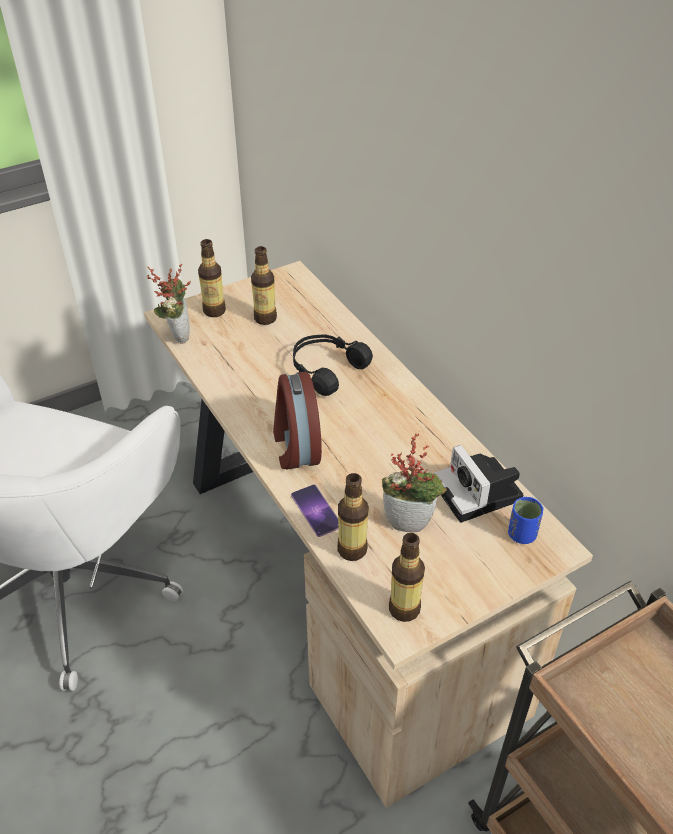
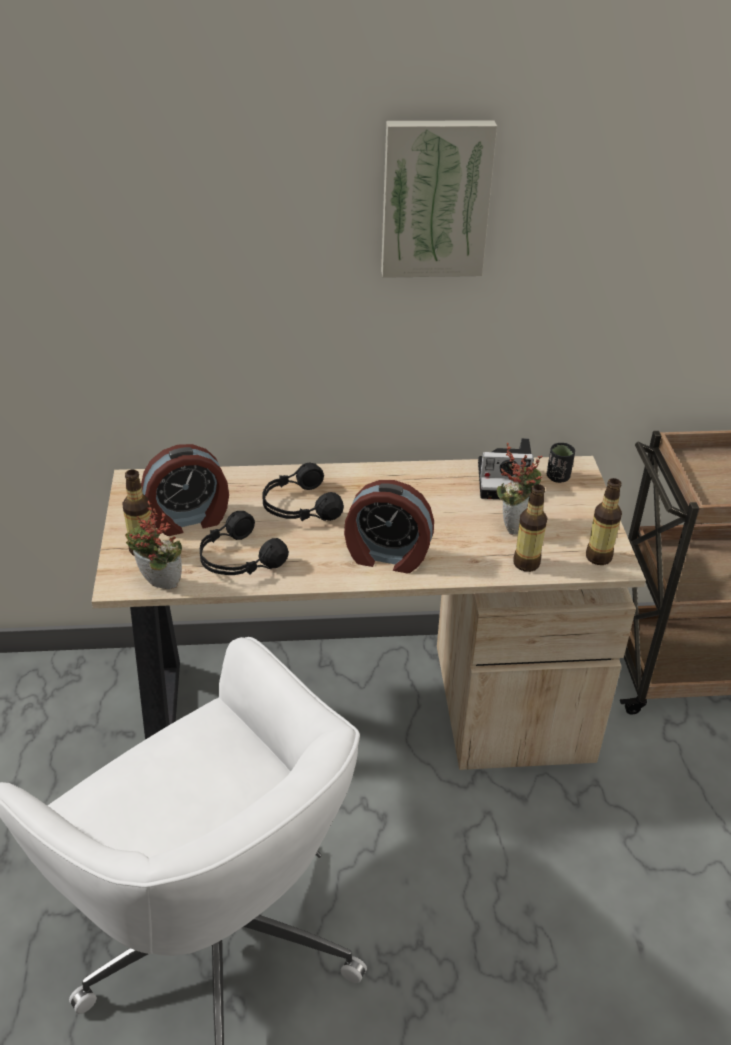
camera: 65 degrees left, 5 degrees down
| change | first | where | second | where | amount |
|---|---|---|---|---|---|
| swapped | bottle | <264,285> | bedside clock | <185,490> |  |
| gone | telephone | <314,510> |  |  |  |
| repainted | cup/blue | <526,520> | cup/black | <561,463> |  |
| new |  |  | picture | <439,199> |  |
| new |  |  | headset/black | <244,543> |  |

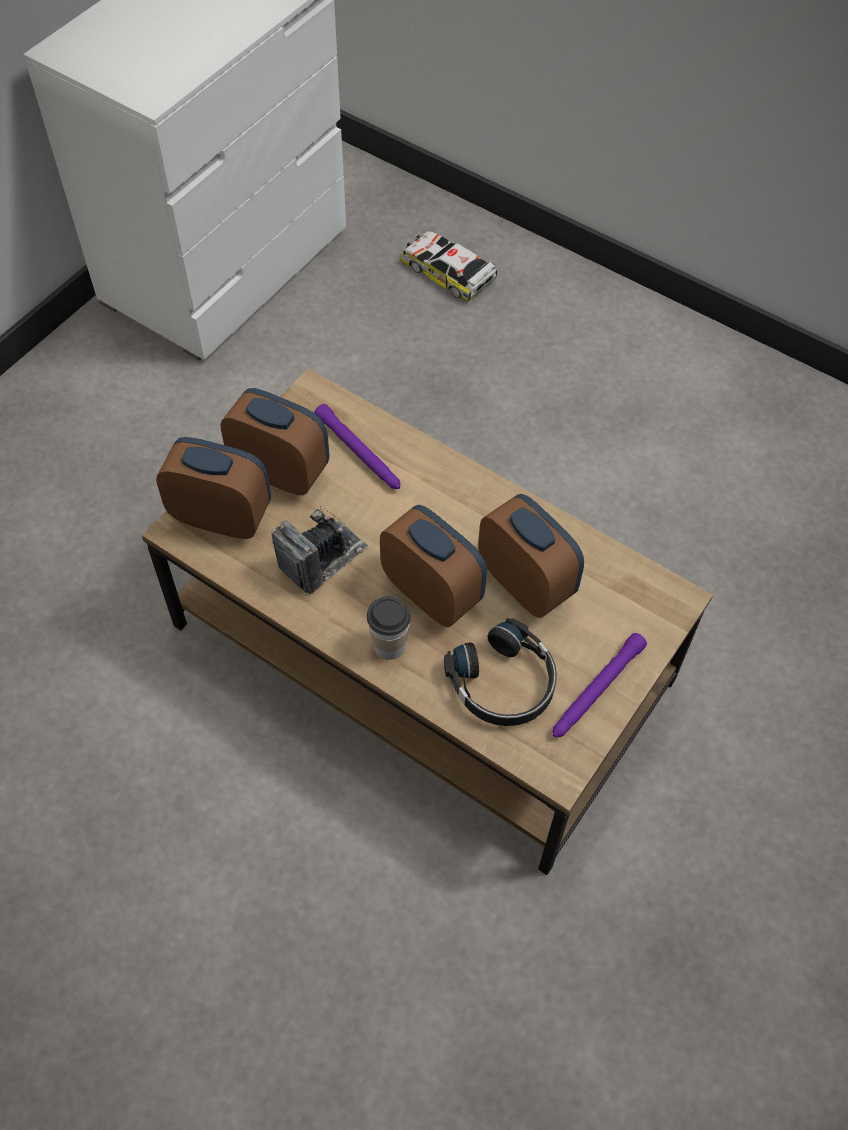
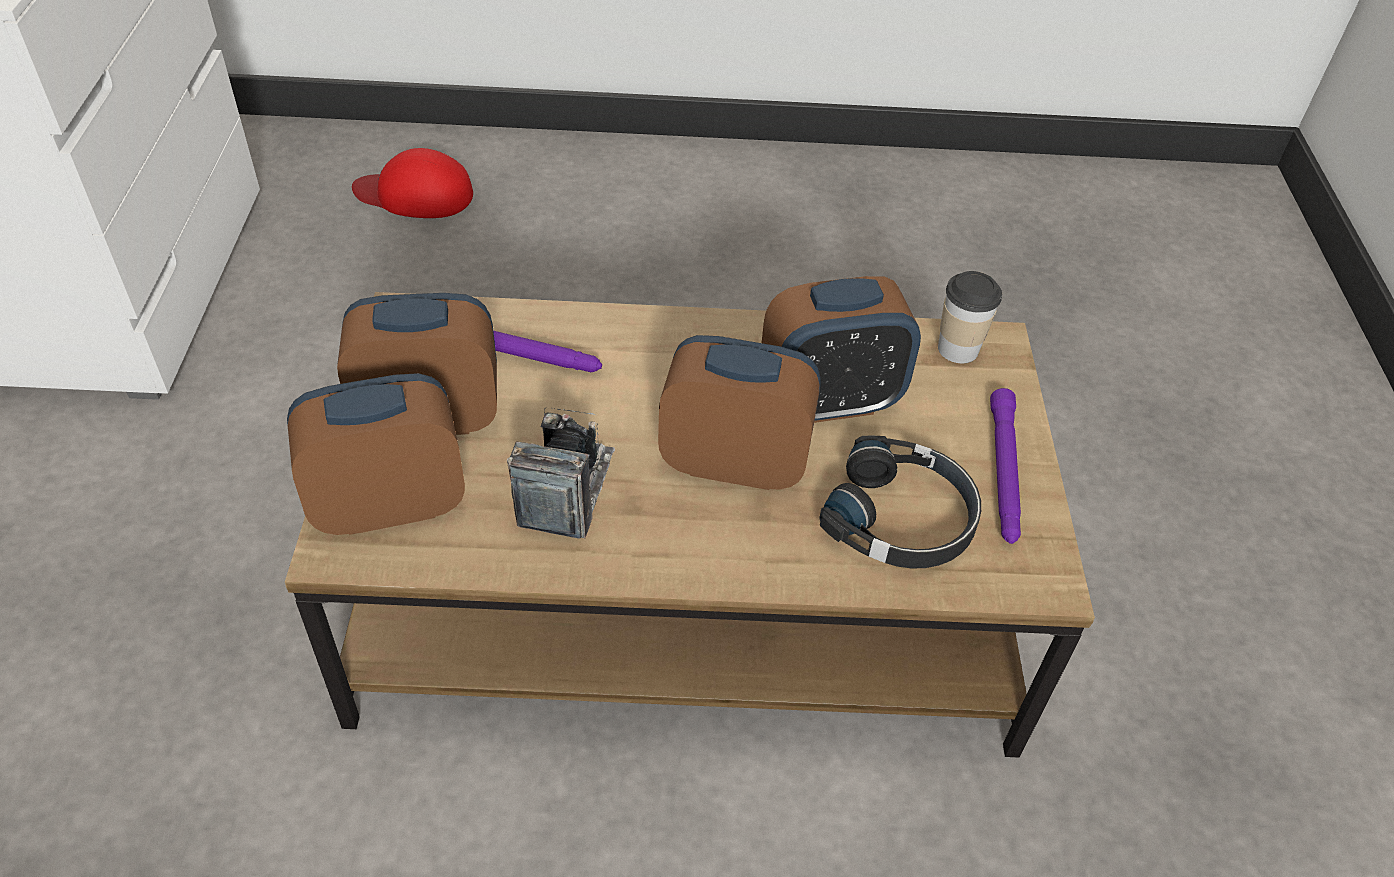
camera: 35 degrees left, 10 degrees down
| change | first | where | second | where | amount |
|---|---|---|---|---|---|
| swapped | toy car | <449,266> | peaked cap/red | <412,183> |  |
| rotated | bedside clock | <531,556> |  | <841,349> | 150 degrees clockwise |
| shifted | cup | <389,628> |  | <970,317> |  |

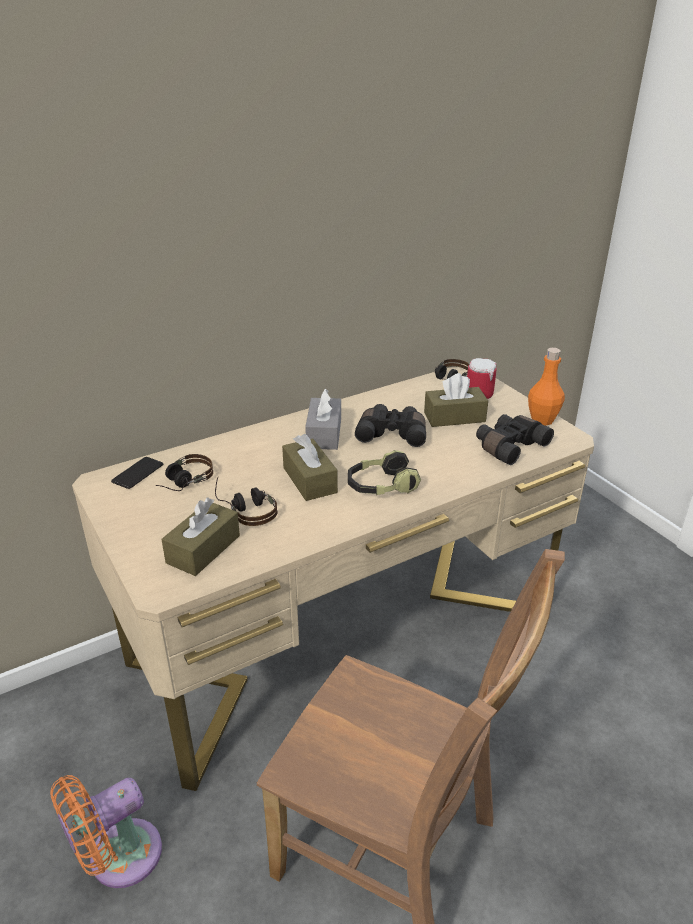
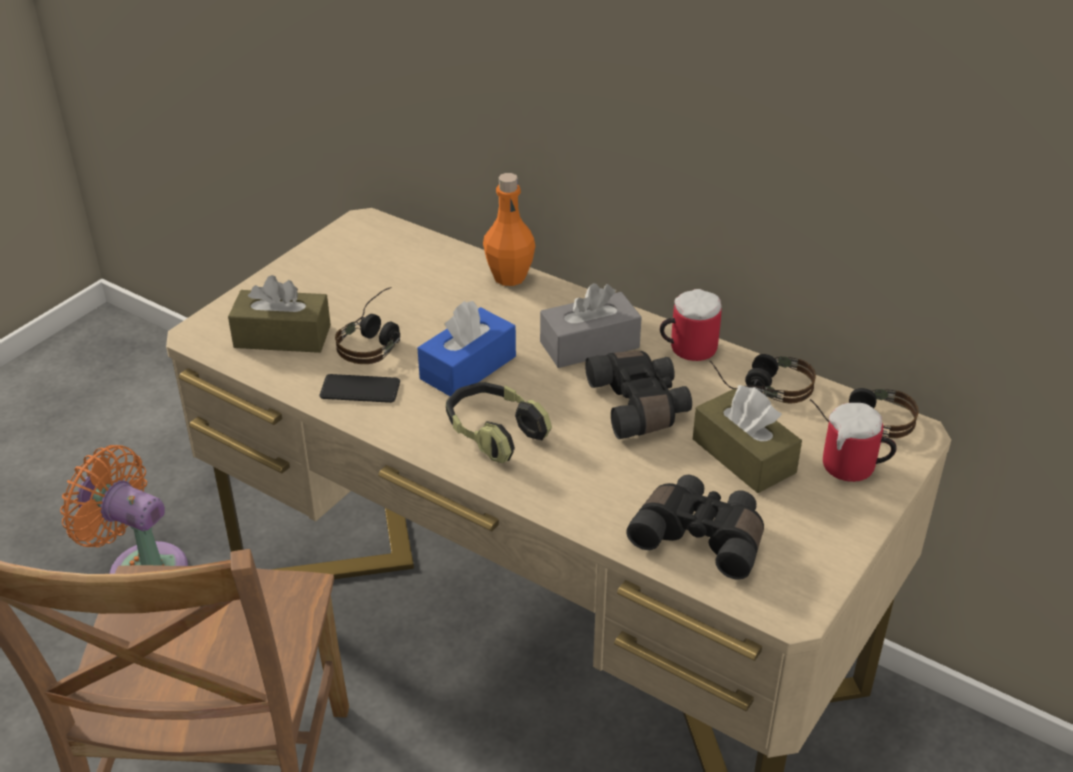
camera: 65 degrees right, 5 degrees up
| change | first | where | second | where | amount |
|---|---|---|---|---|---|
| shifted | bottle/orange-coloured | <546,387> |  | <509,229> |  |
| repainted | tissue holder/brown-coloured | <310,467> | tissue holder/blue | <466,348> |  |
| shifted | headset | <184,472> |  | <762,379> |  |
| shifted | telephone | <137,473> |  | <360,388> |  |
| new |  |  | mug | <691,325> |  |

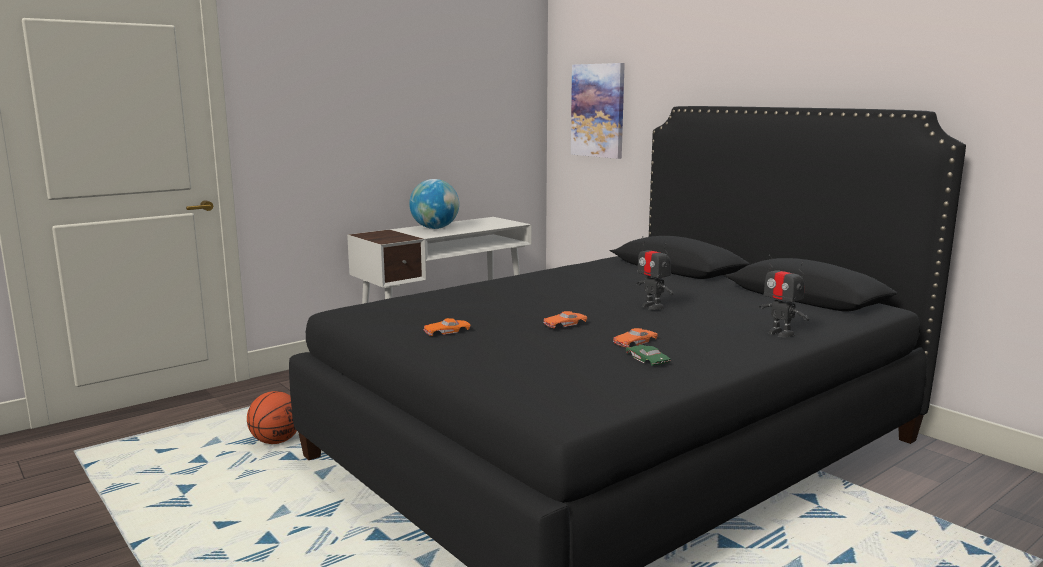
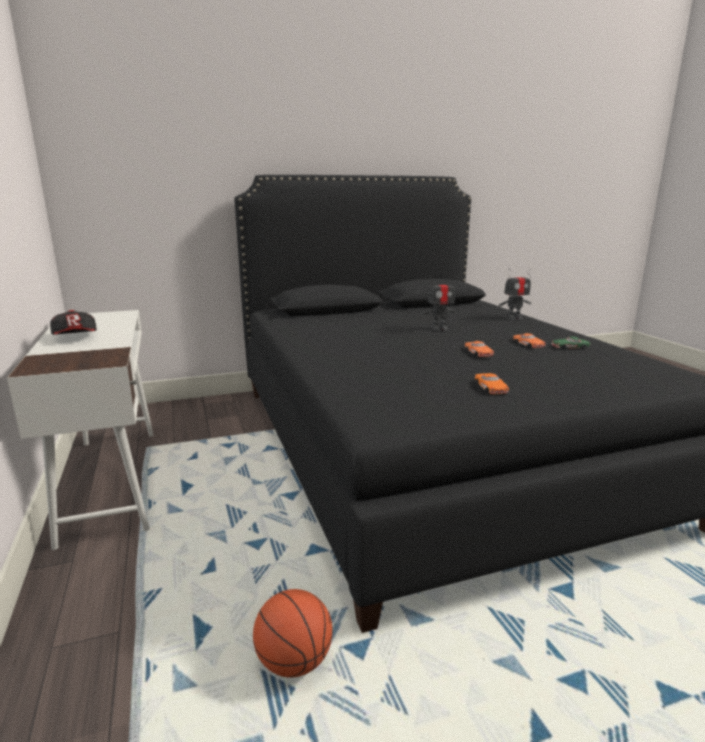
camera: 70 degrees left, 5 degrees up
| change | first | where | second | where | amount |
|---|---|---|---|---|---|
| gone | picture | <598,111> |  |  |  |
| swapped | globe | <434,204> | peaked cap | <73,322> |  |

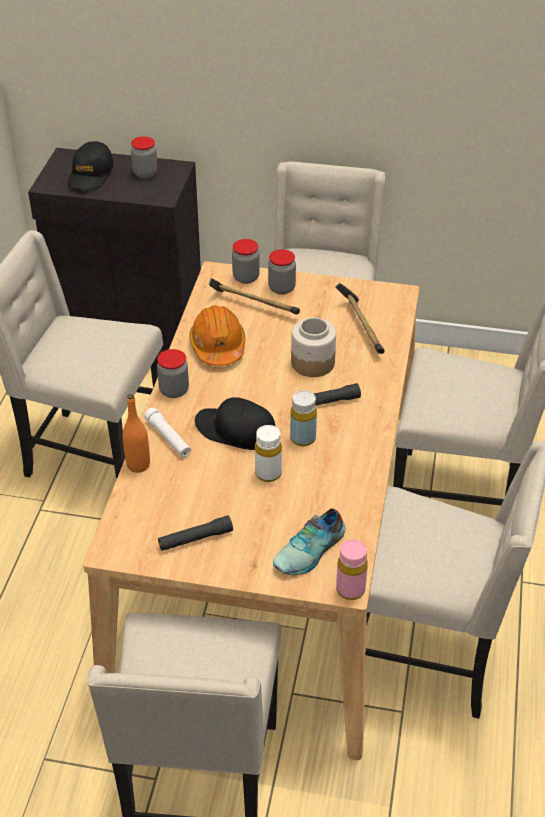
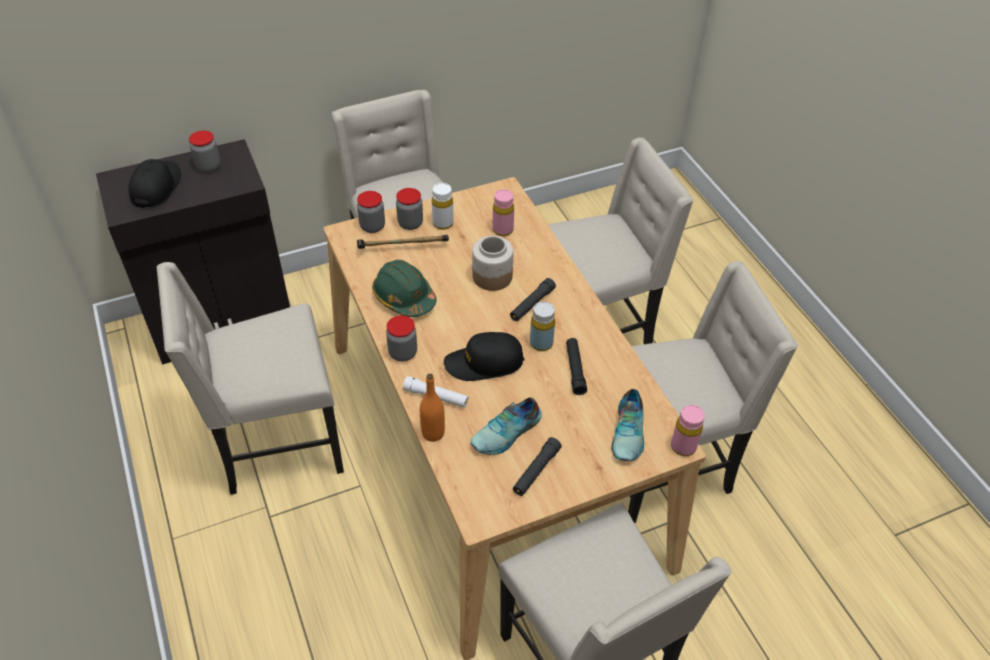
camera: 35 degrees left, 5 degrees up
| change | first | where | second | where | amount |
|---|---|---|---|---|---|
| rotated | peaked cap/black | <91,165> |  | <154,183> | 150 degrees counterclockwise |
| swapped | tool hammer | <360,318> | bottle/pink-coloured | <503,212> |  |
| repainted | work helmet/orange-coloured | <218,335> | work helmet/greenish | <404,288> |  |
| shifted | bottle/whitish | <268,453> |  | <443,206> |  |
| new |  |  | hand torch/black | <576,366> |  |
| new |  |  | item of footwear | <506,426> |  |

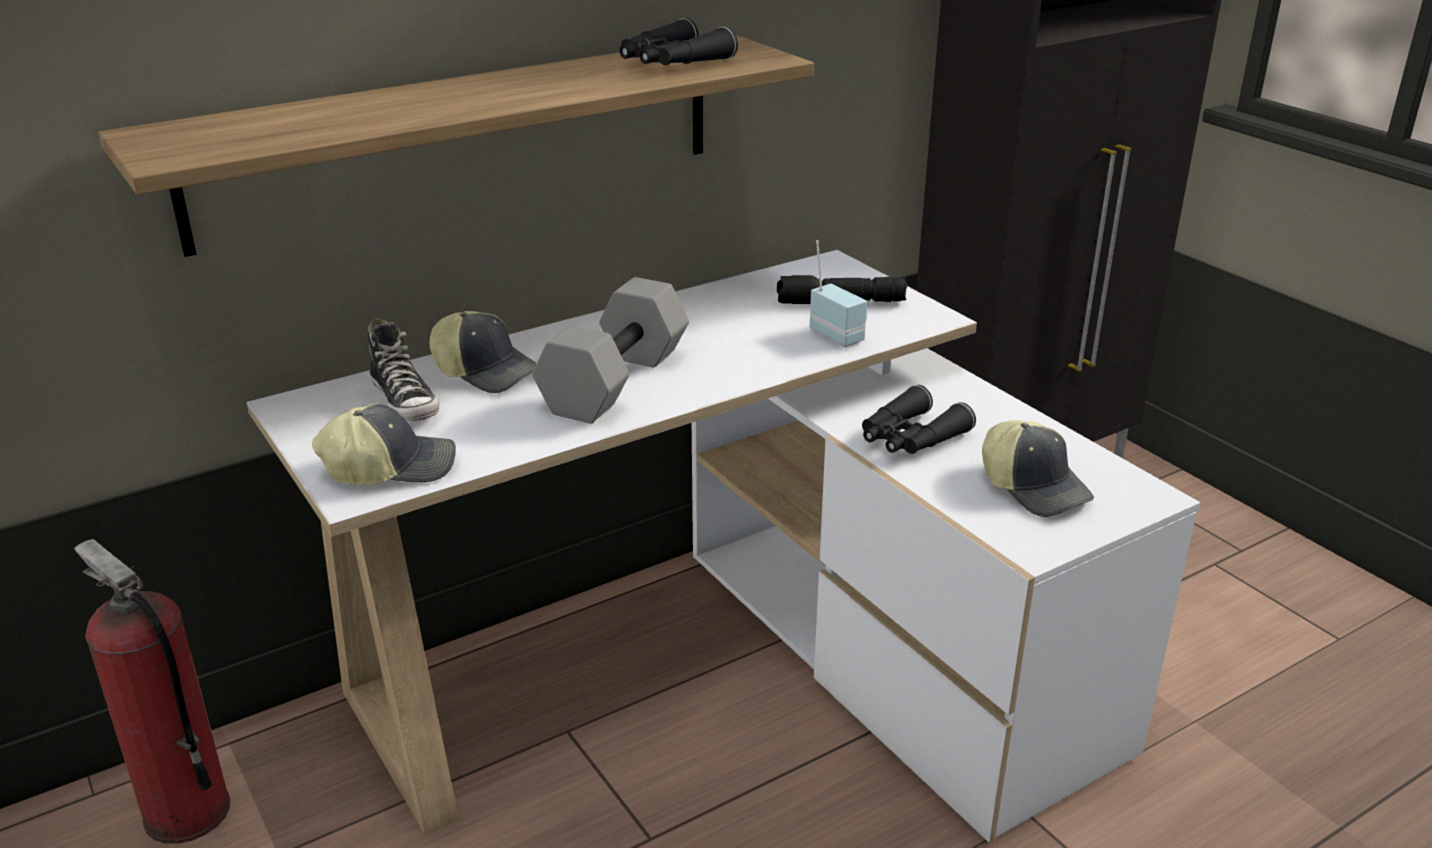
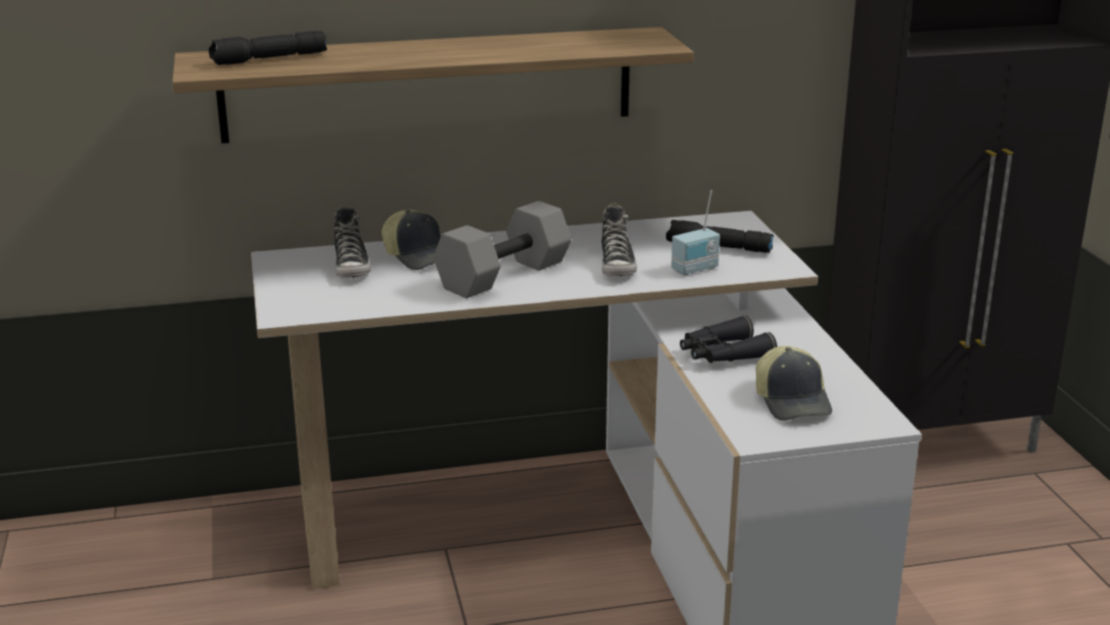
camera: 20 degrees right, 5 degrees down
| change | first | where | second | where | amount |
|---|---|---|---|---|---|
| gone | binoculars/black | <678,42> |  |  |  |
| rotated | radio | <838,293> |  | <695,232> | 75 degrees clockwise |
| gone | peaked cap | <384,444> |  |  |  |
| gone | fire-fighting cylinder | <152,691> |  |  |  |
| new |  |  | hand torch/black | <268,48> |  |
| new |  |  | item of footwear | <619,240> |  |

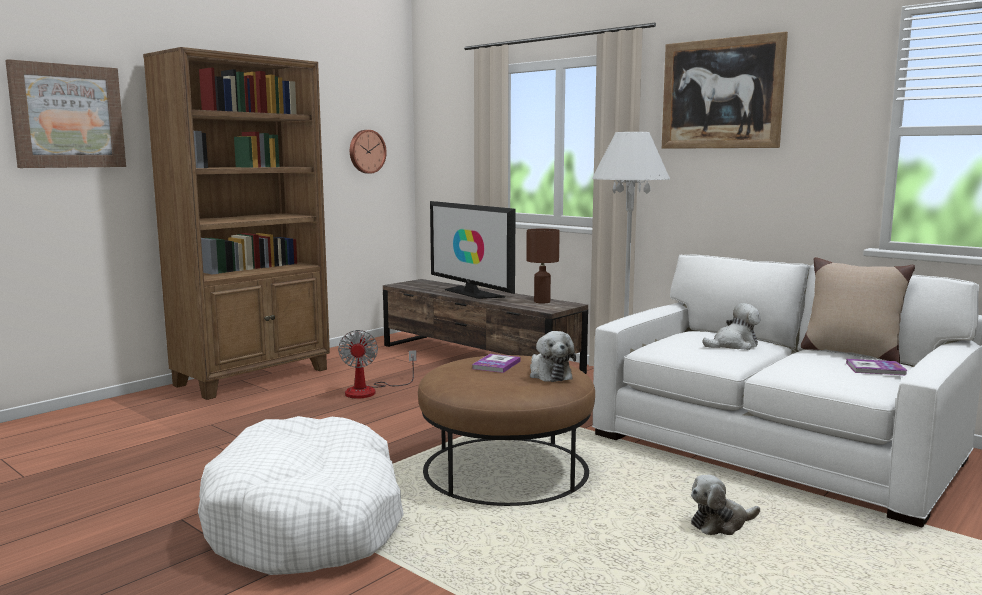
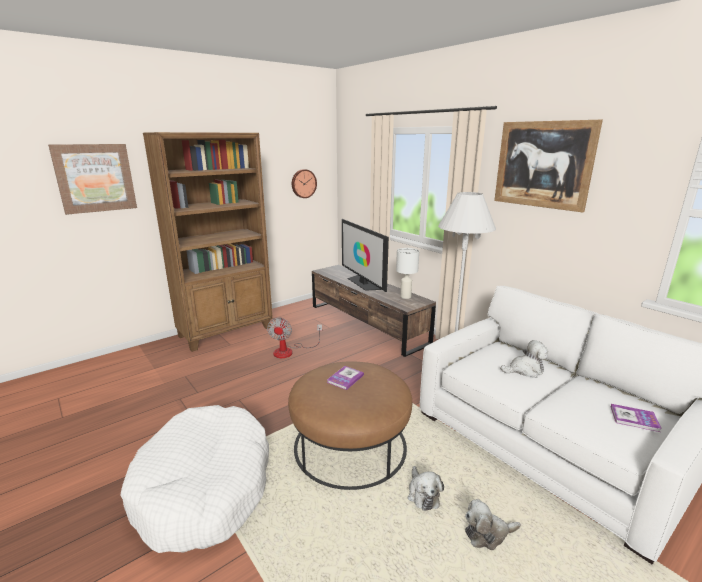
camera: 10 degrees right, 10 degrees up
| change | first | where | second | where | amount |
|---|---|---|---|---|---|
| repainted | table lamp/brown-coloured | <543,265> | table lamp/whitish | <407,273> |  |
| gone | throw pillow/sand-coloured | <858,310> |  |  |  |
| shifted | soft toy | <553,356> |  | <426,488> |  |

